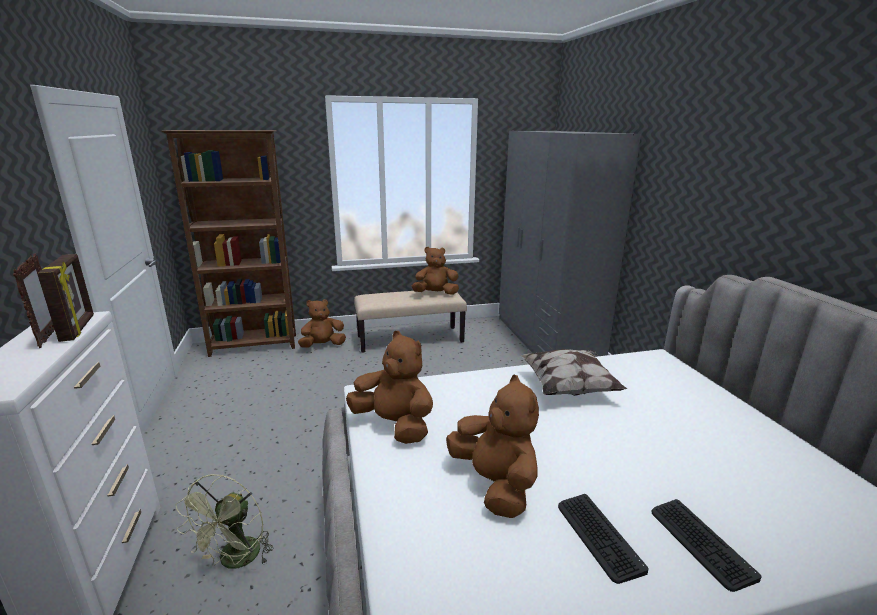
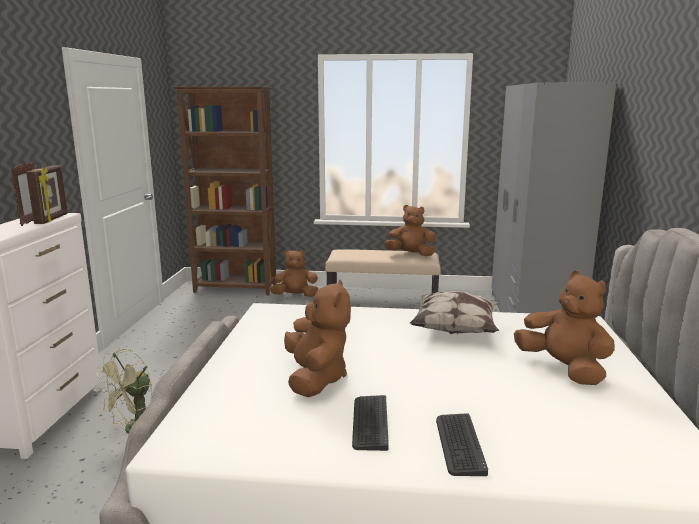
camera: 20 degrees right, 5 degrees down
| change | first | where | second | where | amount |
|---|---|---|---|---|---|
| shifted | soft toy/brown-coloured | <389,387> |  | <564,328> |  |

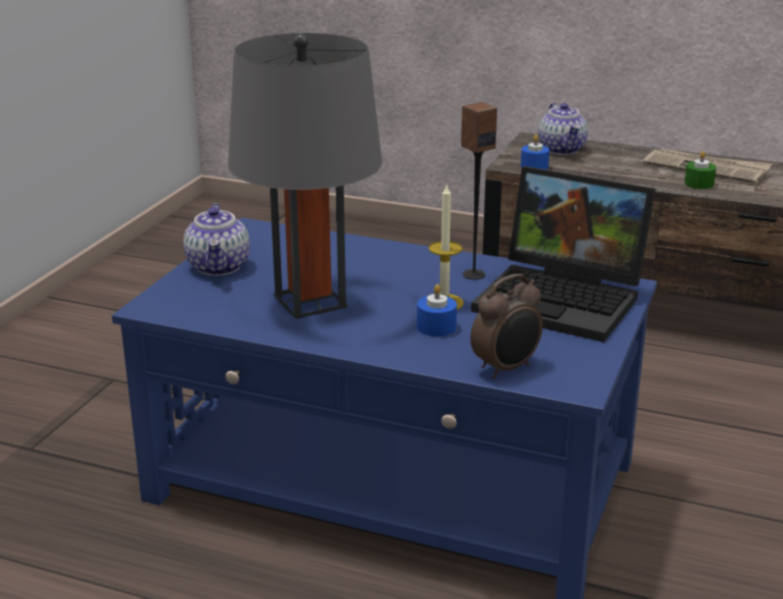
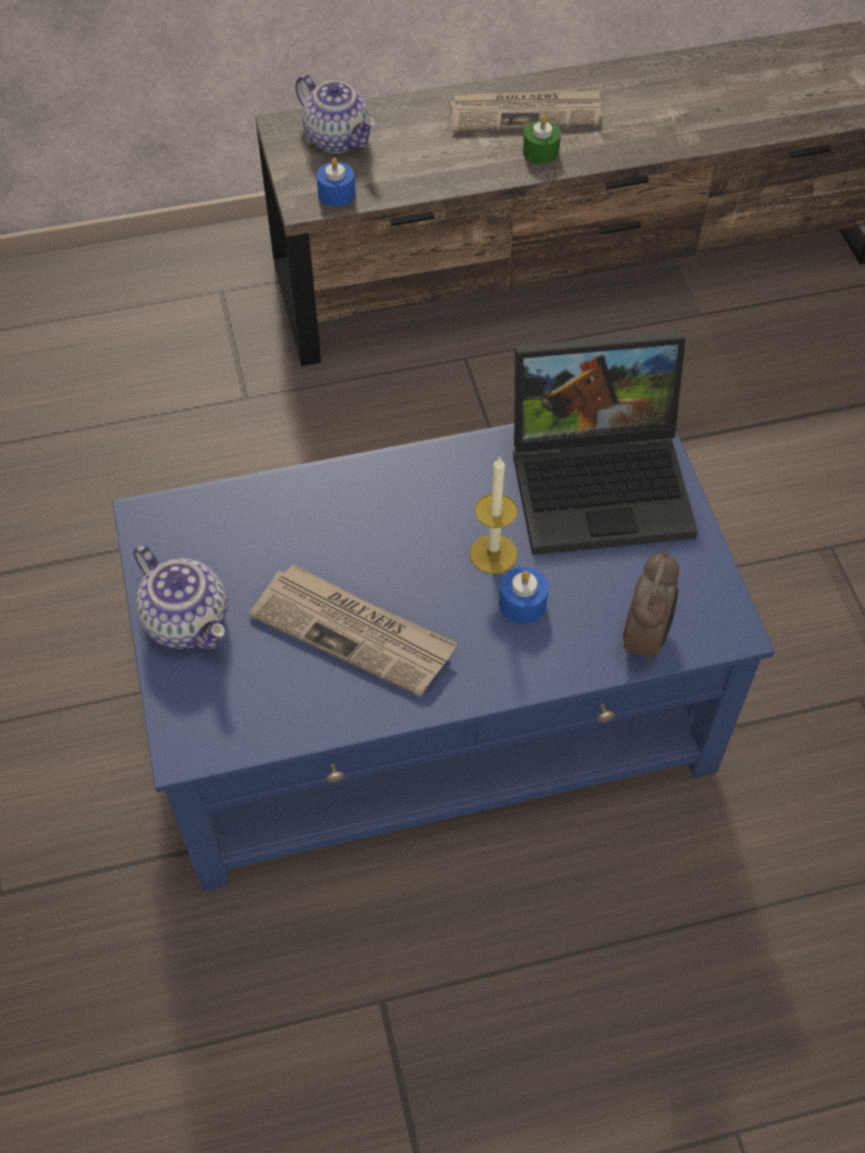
camera: 35 degrees left, 30 degrees up
| change | first | where | second | where | amount |
|---|---|---|---|---|---|
| swapped | table lamp/grey | <305,176> | newspaper | <353,630> |  |
| gone | speaker | <479,191> |  |  |  |

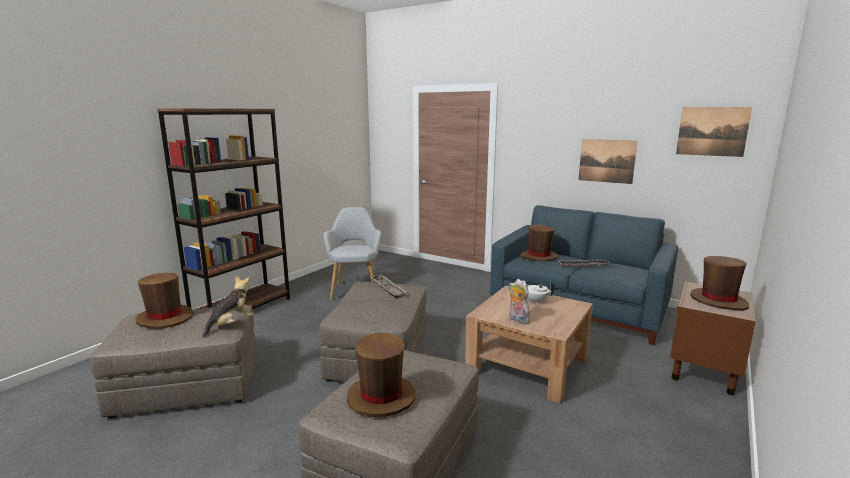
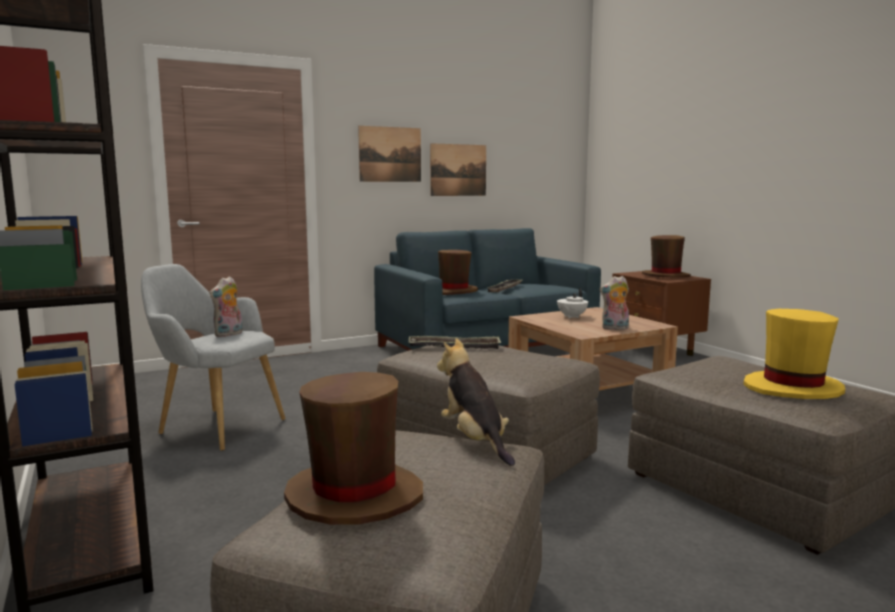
camera: 60 degrees left, 5 degrees down
| change | first | where | second | where | amount |
|---|---|---|---|---|---|
| shifted | picture | <714,132> |  | <389,154> |  |
| repainted | hat/brown-coloured | <381,374> | hat/yellowish | <794,354> |  |
| new |  |  | soft toy | <226,306> |  |

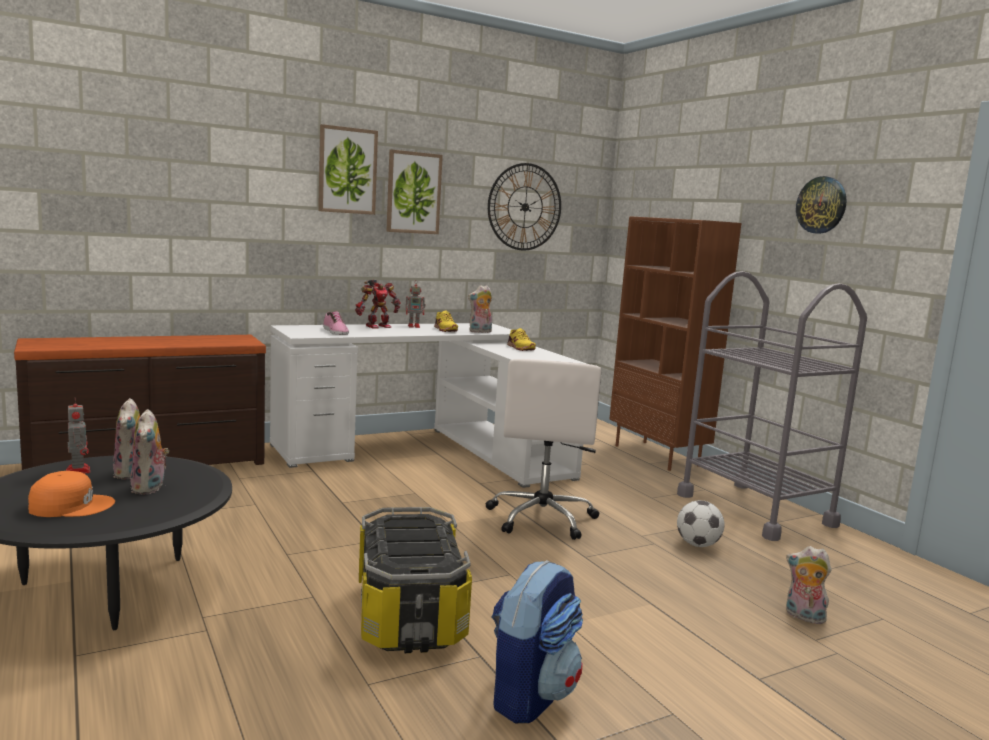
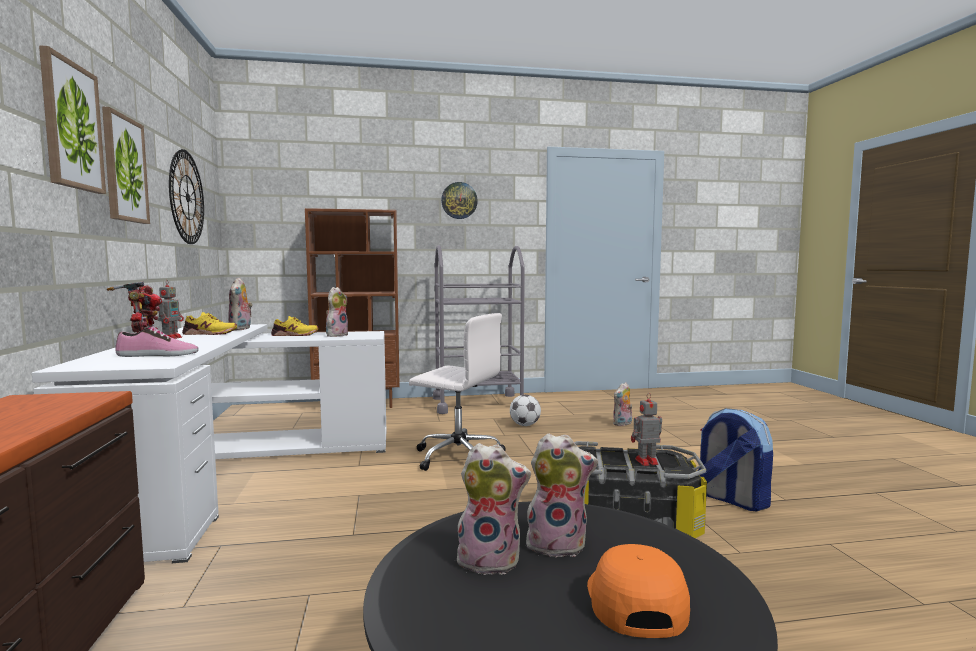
camera: 70 degrees left, 5 degrees down
| change | first | where | second | where | amount |
|---|---|---|---|---|---|
| shifted | toy robot | <78,437> |  | <646,429> |  |
| new |  |  | soft toy | <337,312> |  |

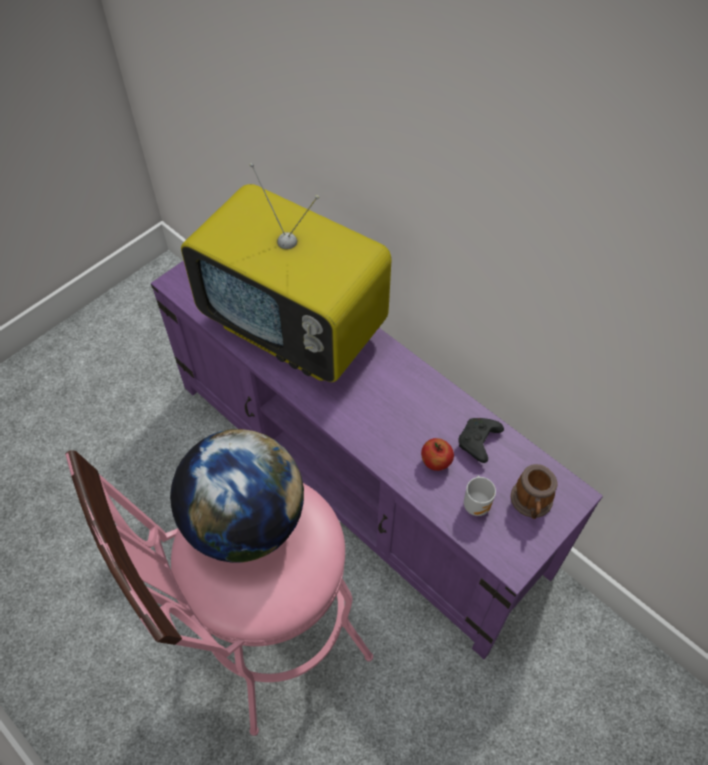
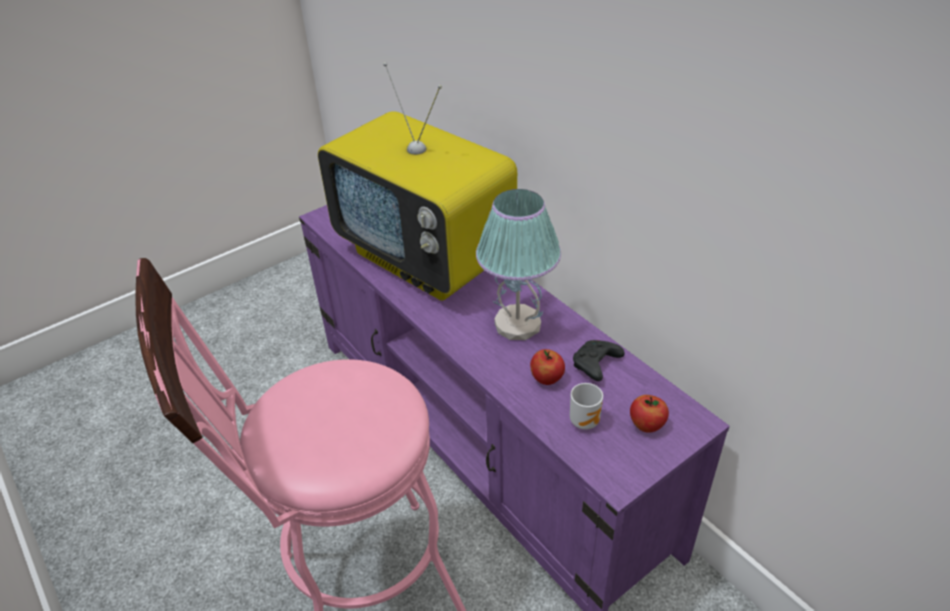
camera: 10 degrees right, 15 degrees down
| change | first | where | second | where | amount |
|---|---|---|---|---|---|
| gone | globe | <237,496> |  |  |  |
| swapped | mug | <534,491> | whole apple | <649,414> |  |
| new |  |  | table lamp | <518,264> |  |

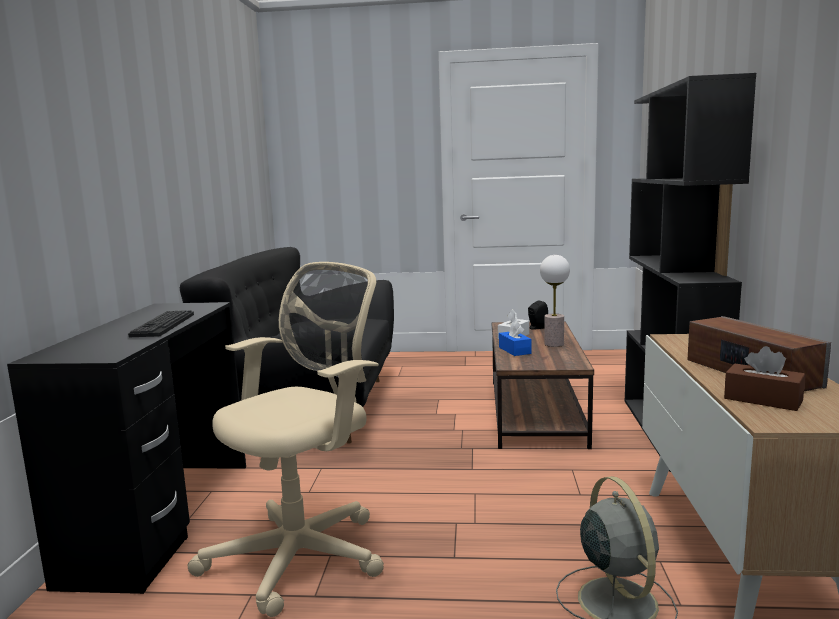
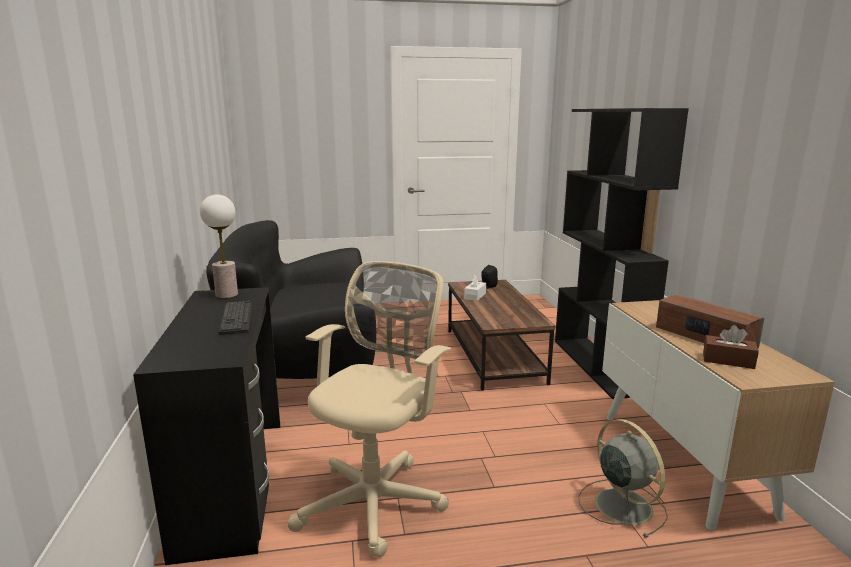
camera: 15 degrees left, 5 degrees up
| change | first | where | second | where | amount |
|---|---|---|---|---|---|
| shifted | table lamp | <555,301> |  | <219,246> |  |
| gone | tissue holder/blue | <515,338> |  |  |  |

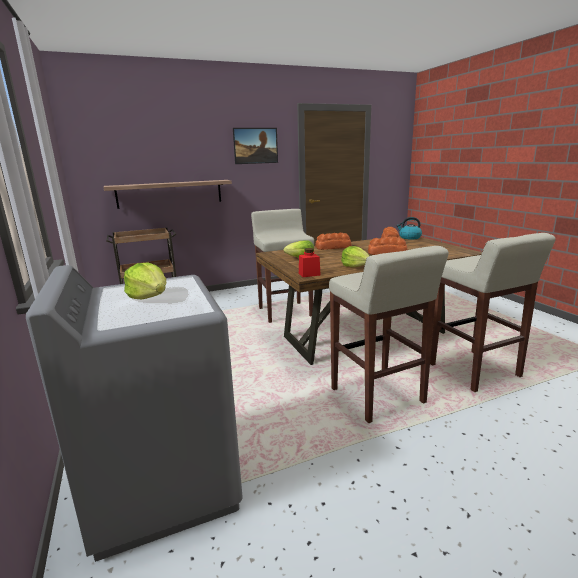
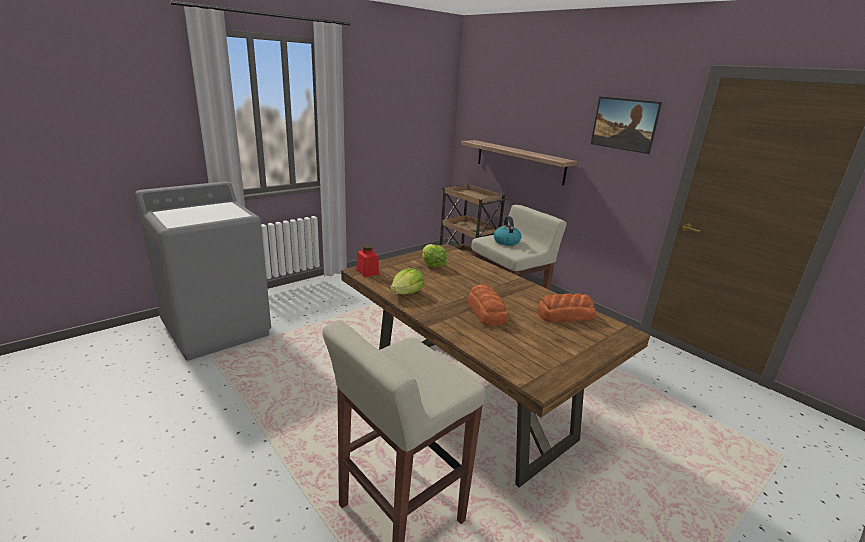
camera: 70 degrees right, 5 degrees up
| change | first | where | second | where | amount |
|---|---|---|---|---|---|
| shifted | water kettle | <409,228> |  | <507,231> |  |
| gone | bakery bread | <333,241> |  |  |  |
| gone | stool seat/sand-coloured | <389,334> |  |  |  |
| gone | lettuce | <145,281> |  |  |  |

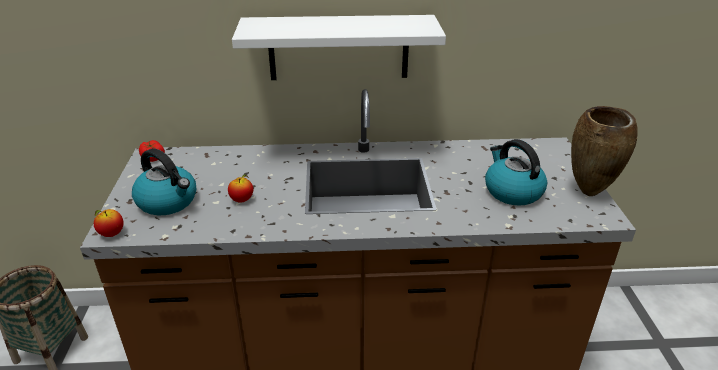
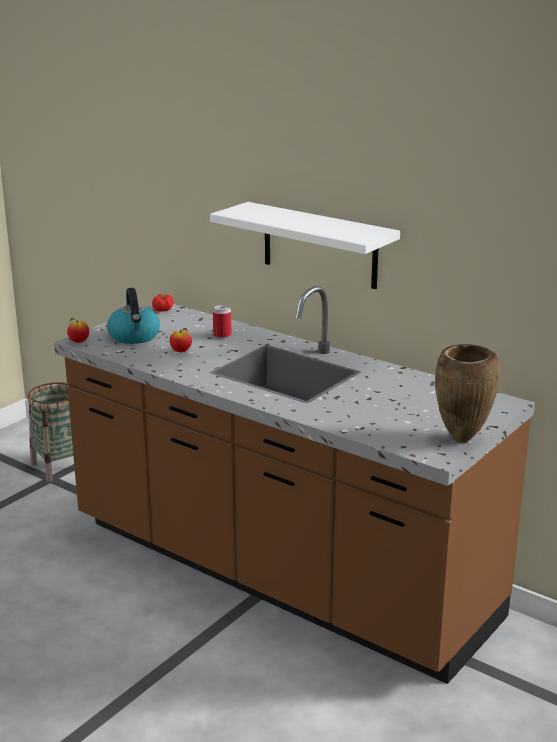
camera: 40 degrees right, 10 degrees down
| change | first | where | second | where | amount |
|---|---|---|---|---|---|
| gone | water kettle | <516,172> |  |  |  |
| new |  |  | can | <222,321> |  |

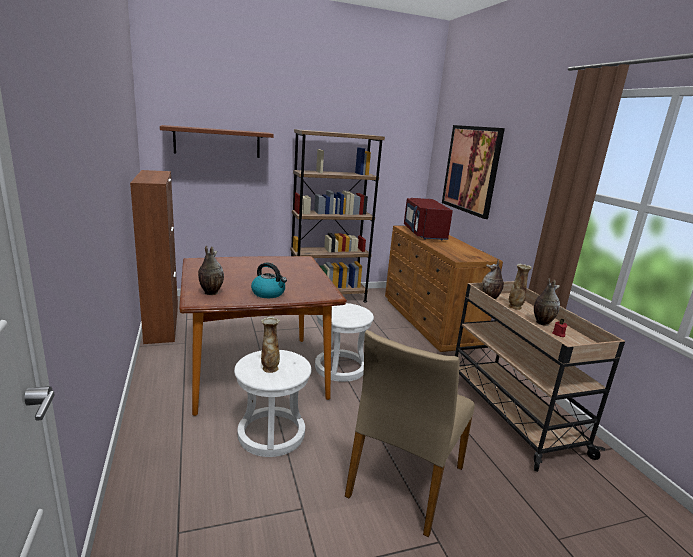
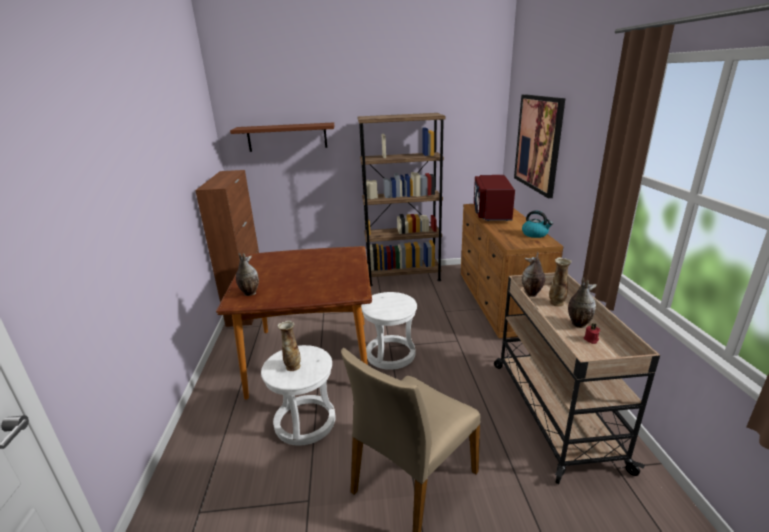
camera: 15 degrees right, 5 degrees up
| change | first | where | second | where | amount |
|---|---|---|---|---|---|
| shifted | water kettle | <269,280> |  | <537,224> |  |

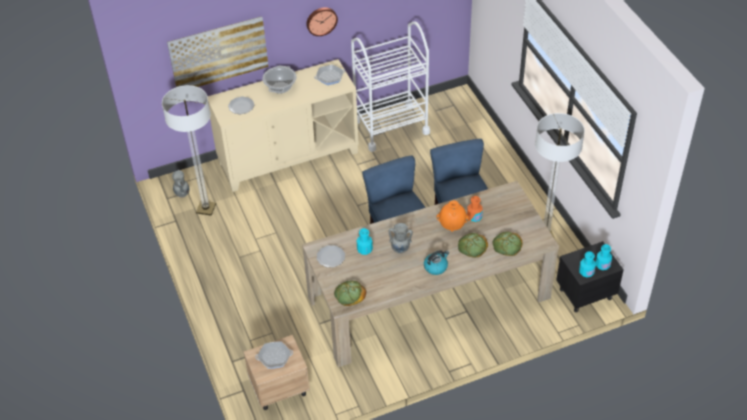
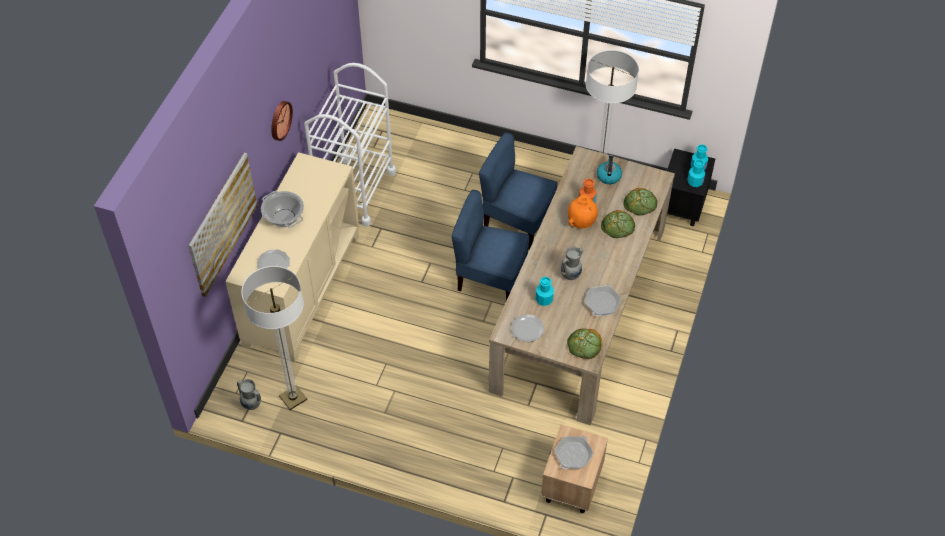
camera: 50 degrees left, 5 degrees up
| change | first | where | second | where | amount |
|---|---|---|---|---|---|
| shifted | frying pan | <329,75> |  | <602,300> |  |
| shifted | water kettle | <436,262> |  | <609,169> |  |

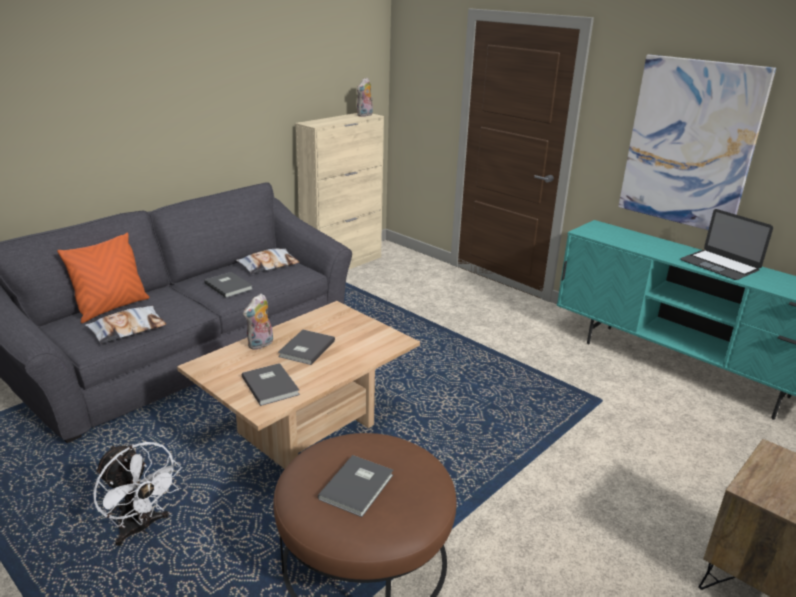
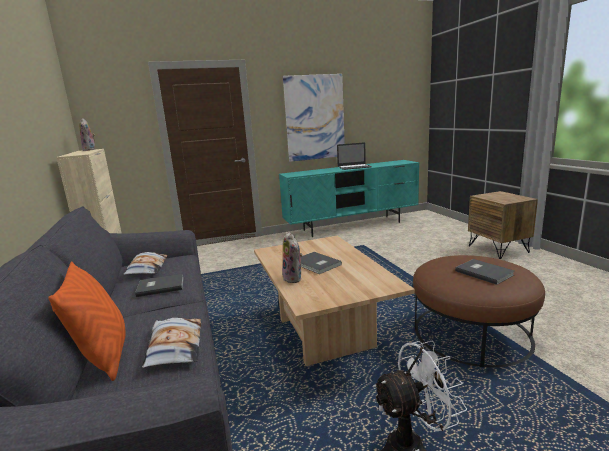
camera: 60 degrees left, 10 degrees down
| change | first | where | second | where | amount |
|---|---|---|---|---|---|
| gone | volume/grey | <271,384> |  |  |  |

